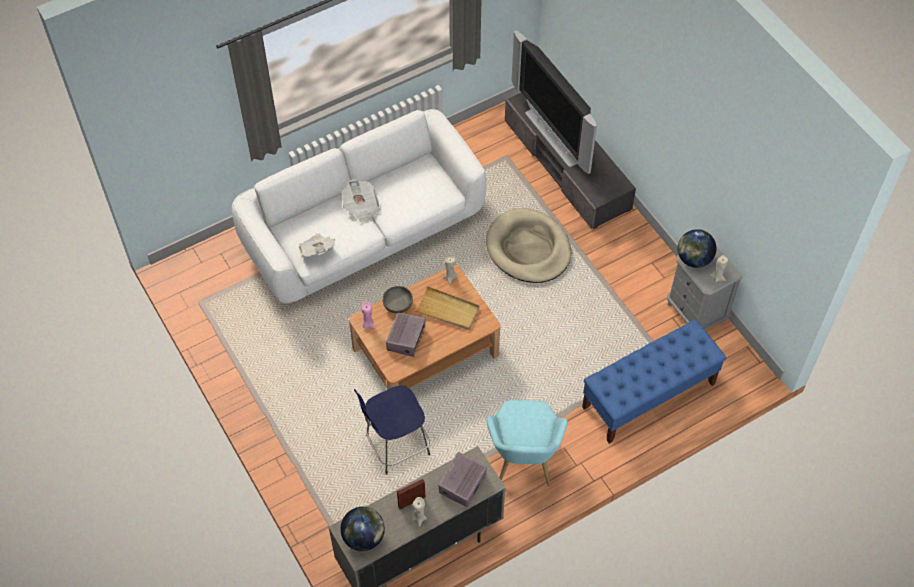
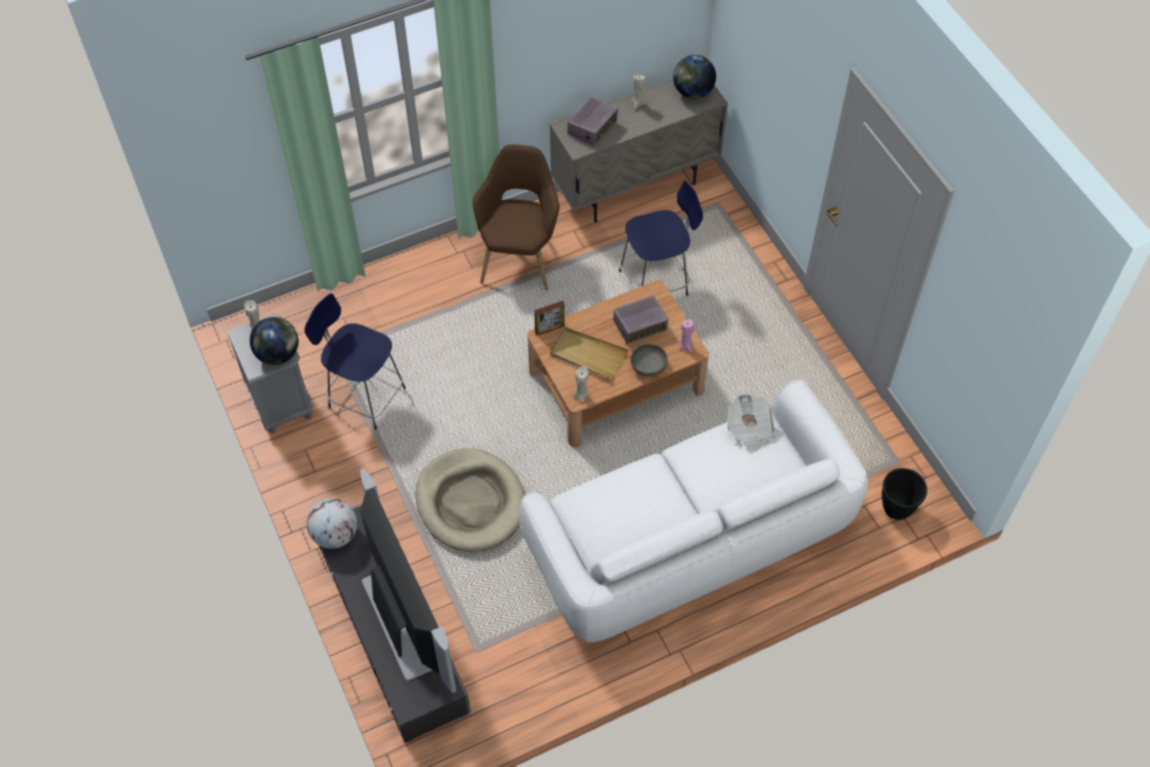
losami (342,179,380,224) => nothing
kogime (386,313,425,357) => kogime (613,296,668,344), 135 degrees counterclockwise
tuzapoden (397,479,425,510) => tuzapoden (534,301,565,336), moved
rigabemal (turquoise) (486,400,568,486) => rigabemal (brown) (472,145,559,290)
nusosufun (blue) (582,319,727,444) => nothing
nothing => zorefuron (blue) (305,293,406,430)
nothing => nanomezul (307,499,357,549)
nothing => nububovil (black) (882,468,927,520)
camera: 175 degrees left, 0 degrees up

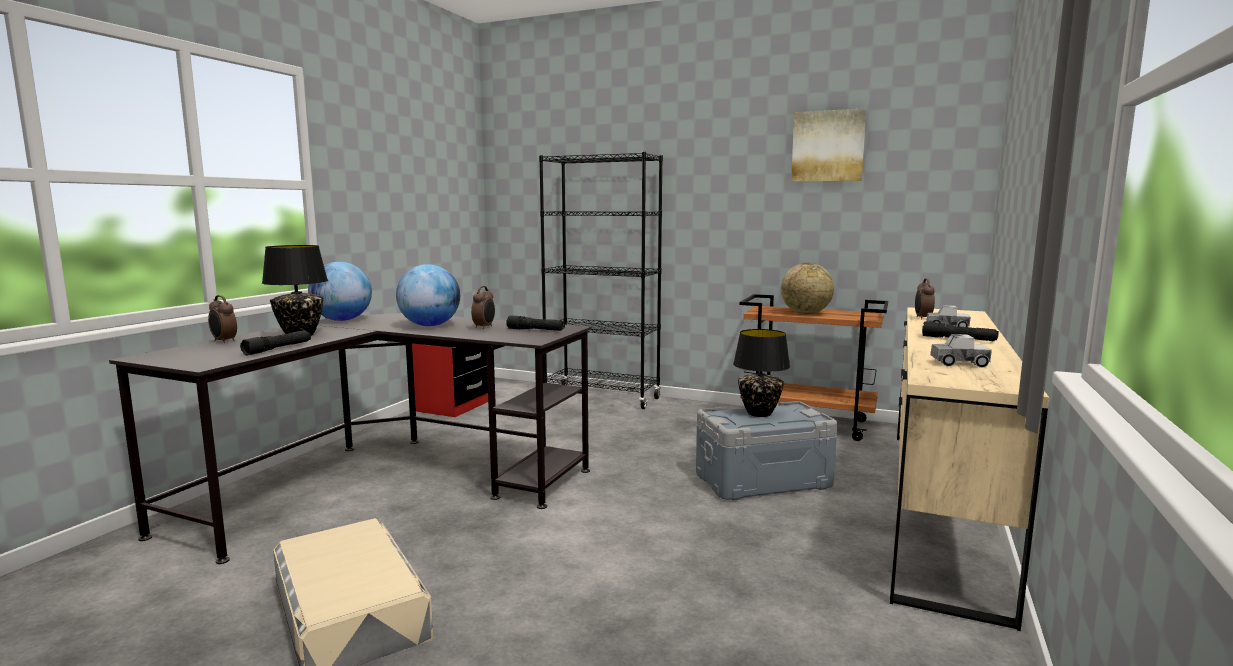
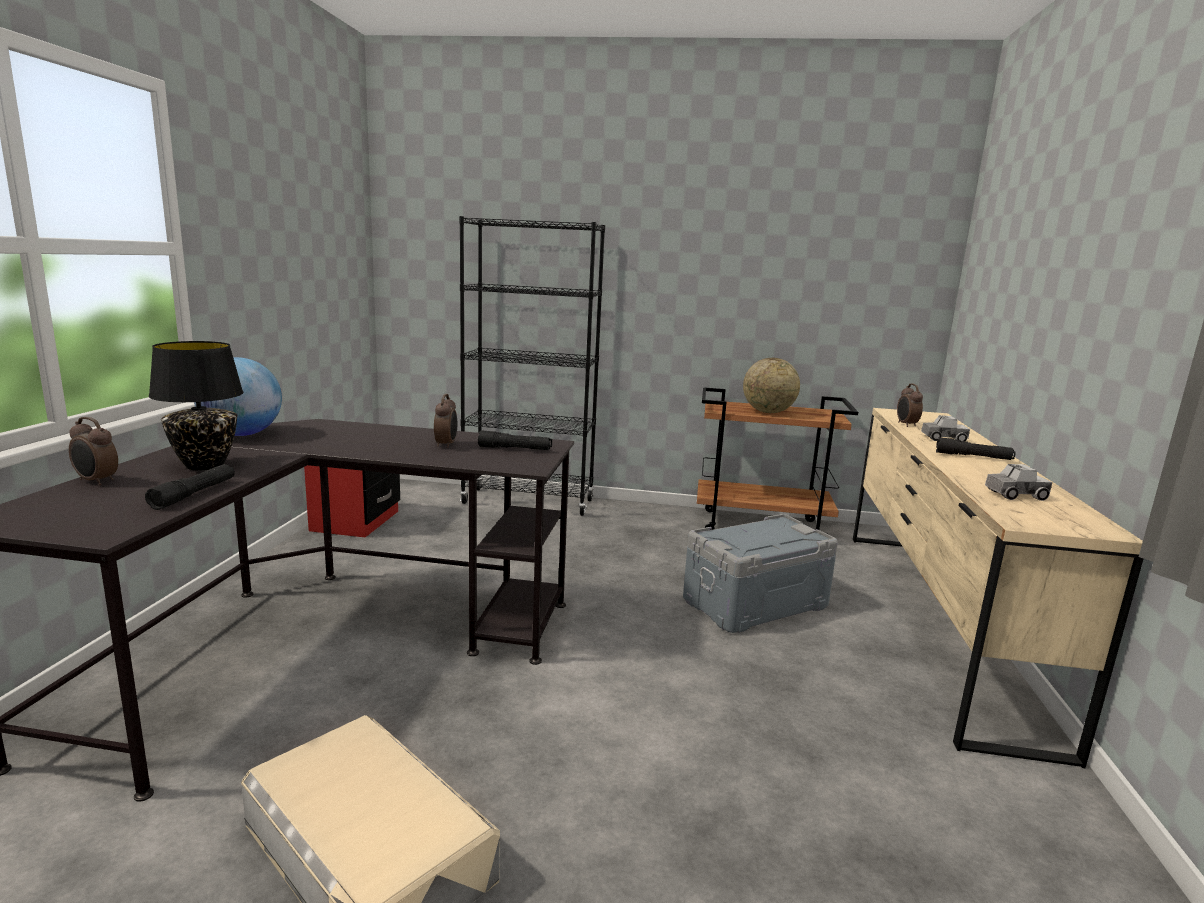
nanomezul (396,264,460,326) => nothing
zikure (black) (733,329,790,417) => nothing
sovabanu (791,108,867,182) => nothing
camera: 15 degrees left, 5 degrees up

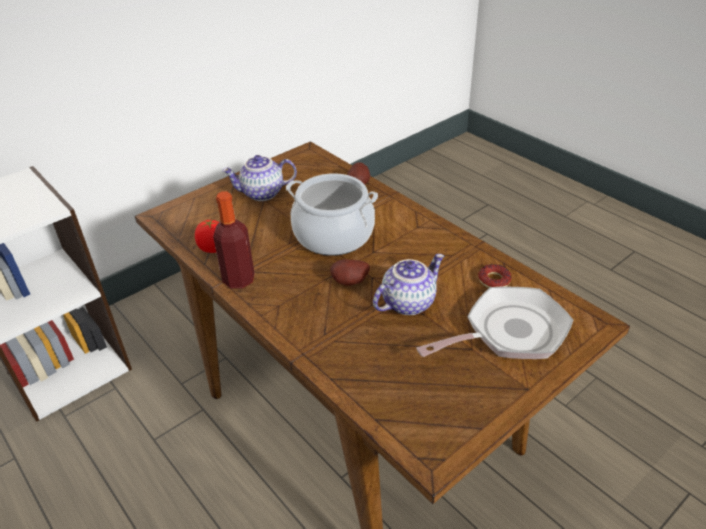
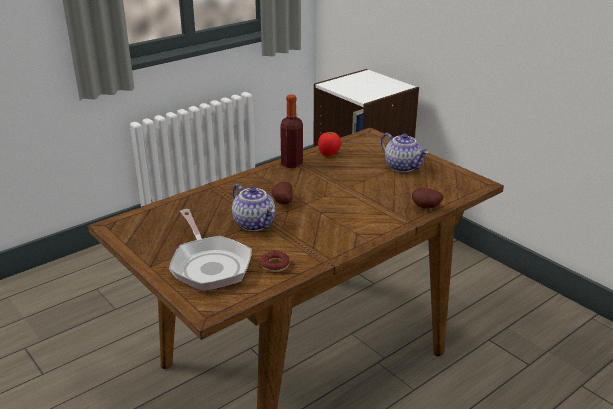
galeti (222,155,297,201) => galeti (381,133,429,172), 150 degrees clockwise
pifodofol (286,173,378,256) => nothing
camera: 90 degrees right, 10 degrees down

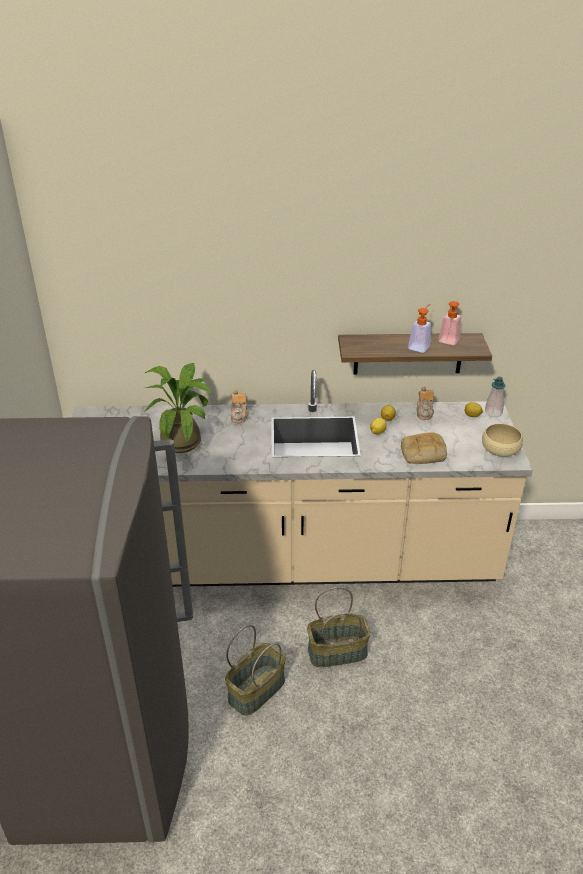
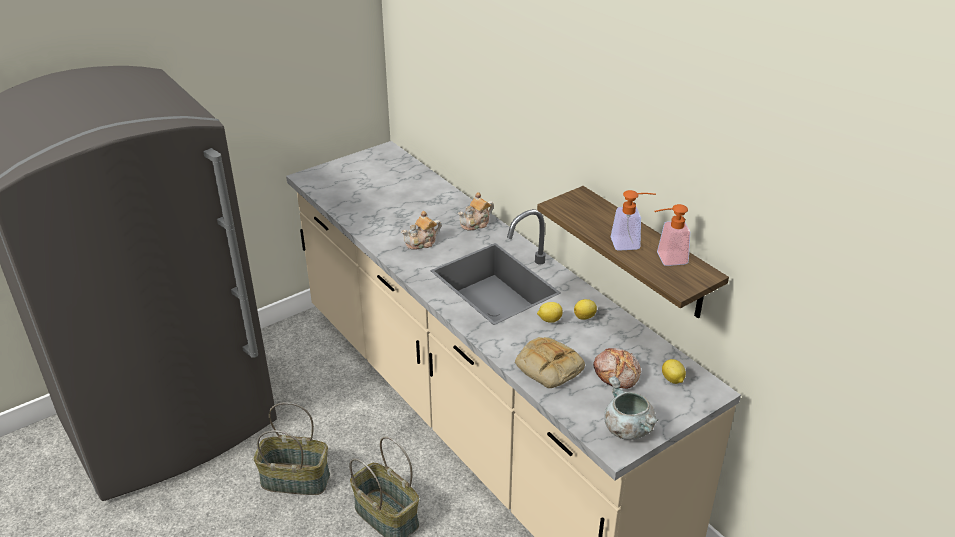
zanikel (144,363,212,453) => nothing
galeti (417,386,434,420) => galeti (401,211,441,250), moved
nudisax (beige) (482,423,523,457) => pifodofol (grey) (604,376,658,440)
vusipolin (485,377,505,417) => nothing
nothing => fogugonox (593,348,641,389)
camera: 55 degrees right, 0 degrees up

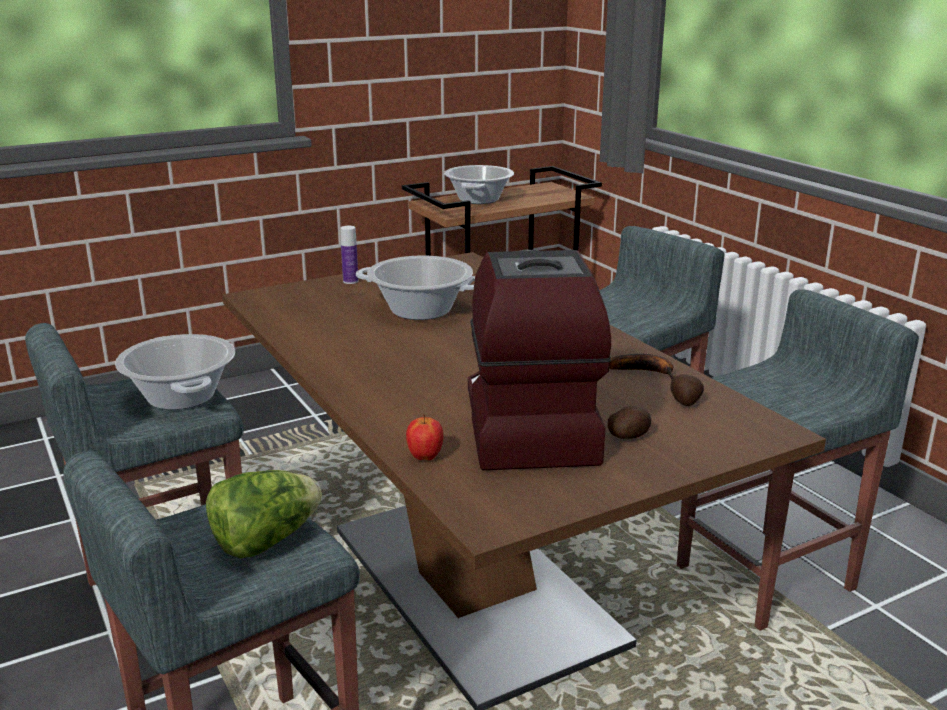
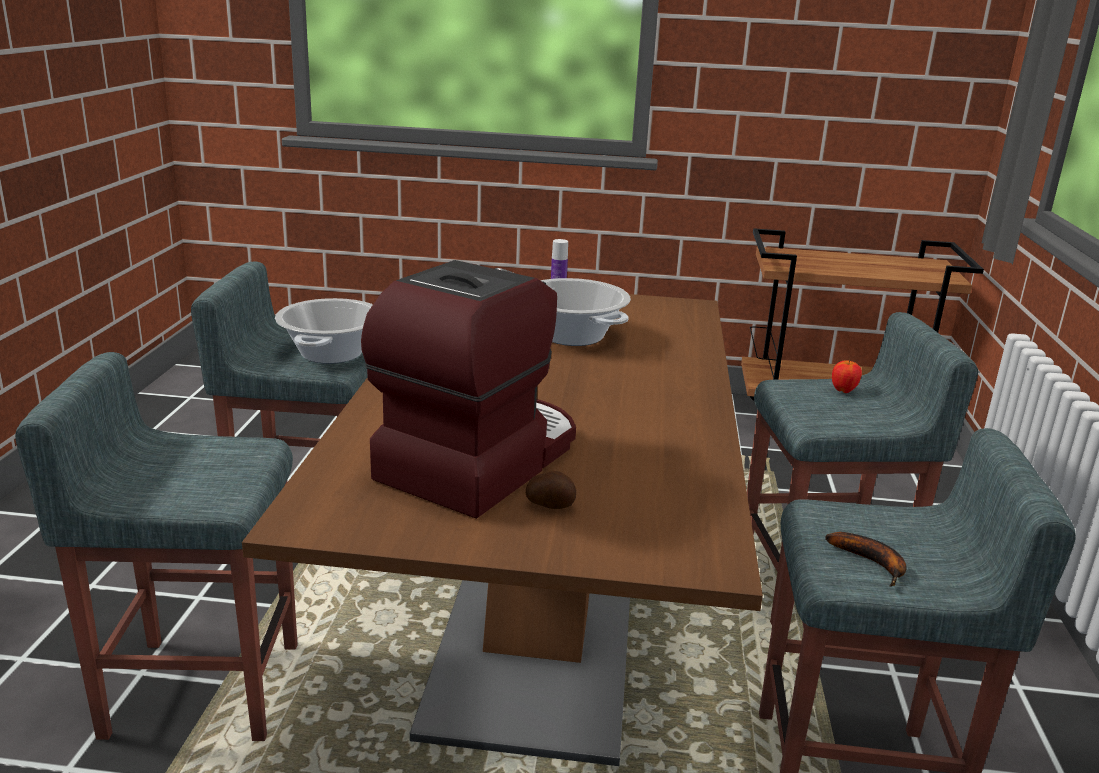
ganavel (206,470,322,559) => nothing
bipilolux (406,414,443,460) => bipilolux (832,358,862,393), moved
pifodofol (444,165,514,204) => nothing
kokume (609,354,675,381) => kokume (825,532,907,587), moved
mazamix (670,374,704,406) => nothing
camera: 35 degrees right, 0 degrees up

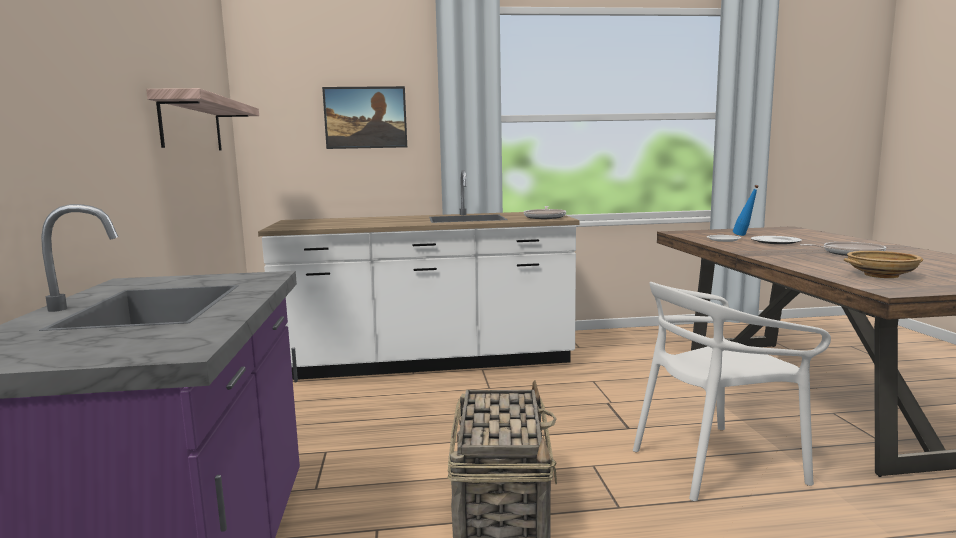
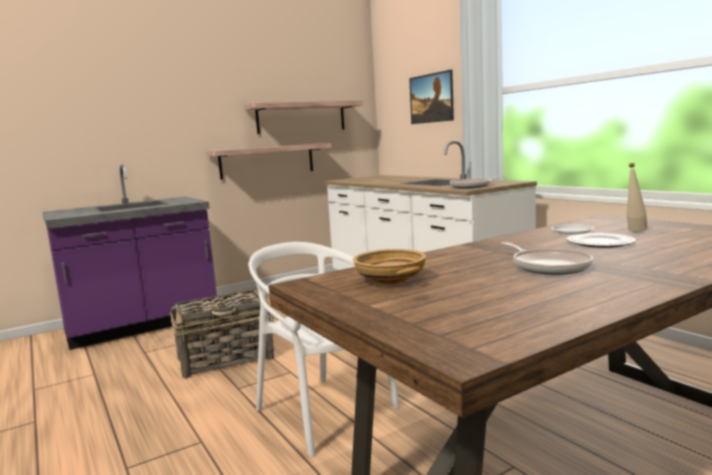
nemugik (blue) (733,185,759,236) => nemugik (beige) (627,163,647,232)
nothing => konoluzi (206,143,331,180)
camera: 65 degrees right, 0 degrees up

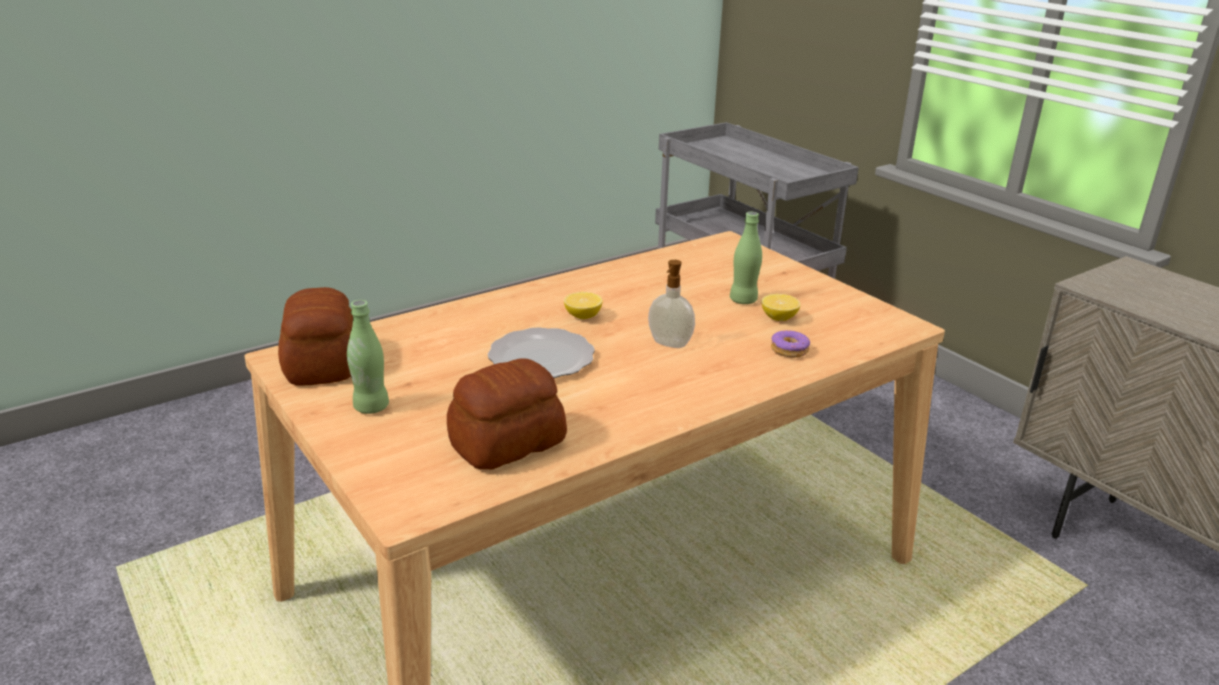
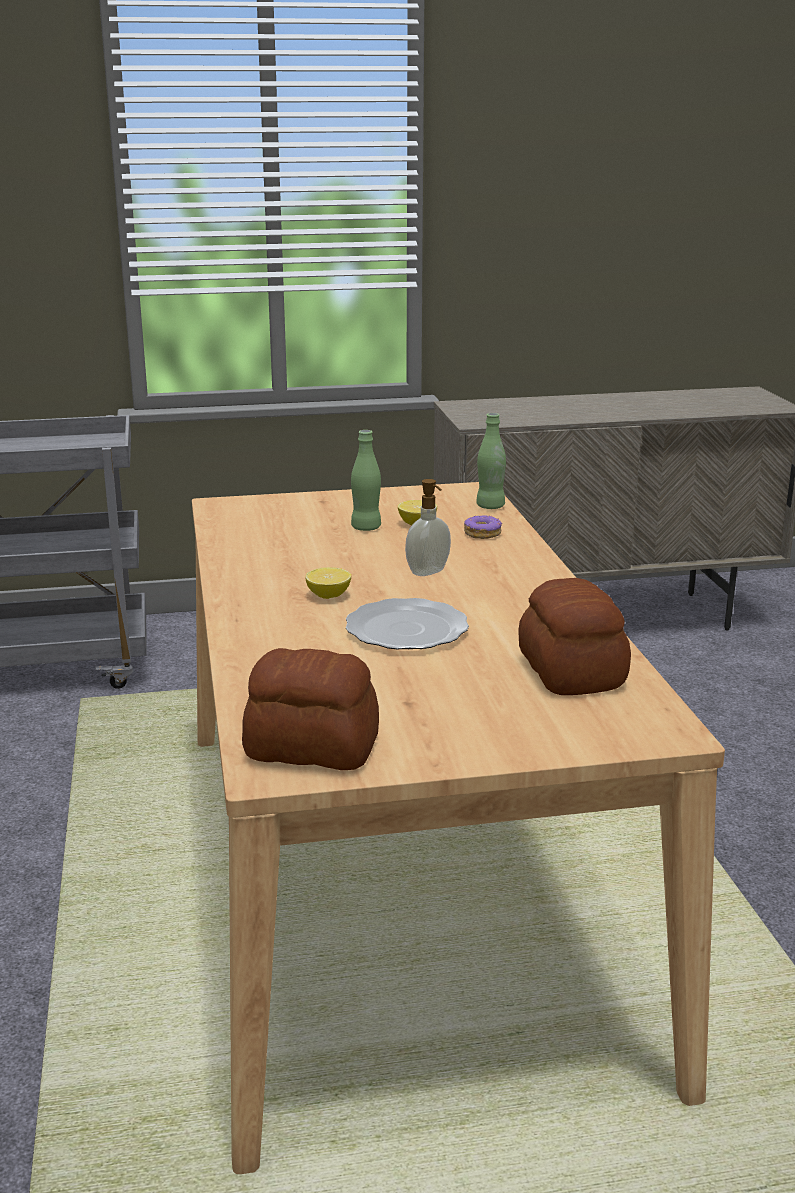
nemugik (green) (347,300,389,414) => nemugik (green) (476,413,506,509), moved
camera: 65 degrees left, 5 degrees down

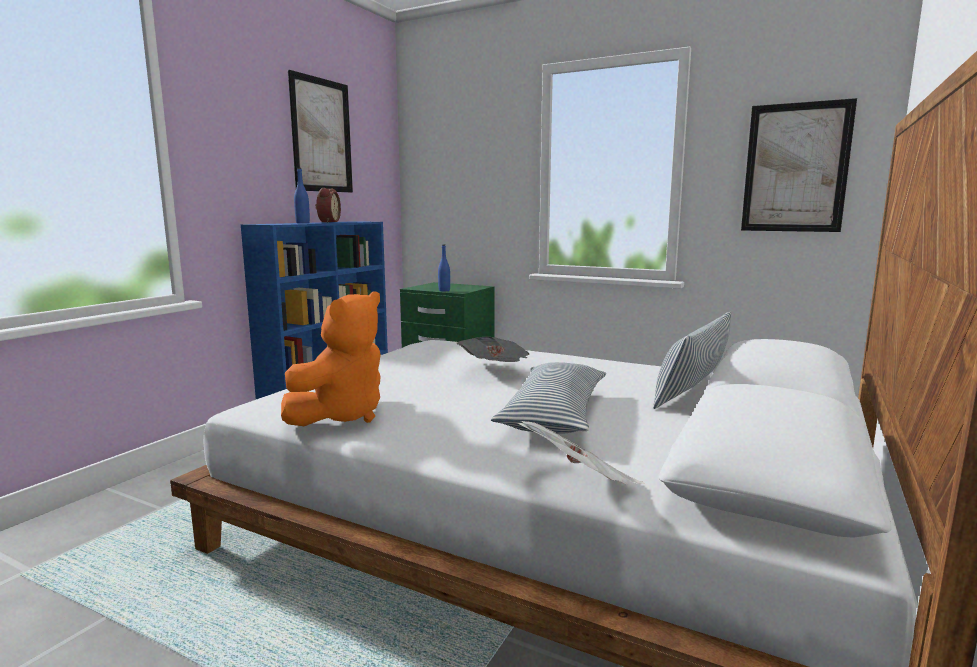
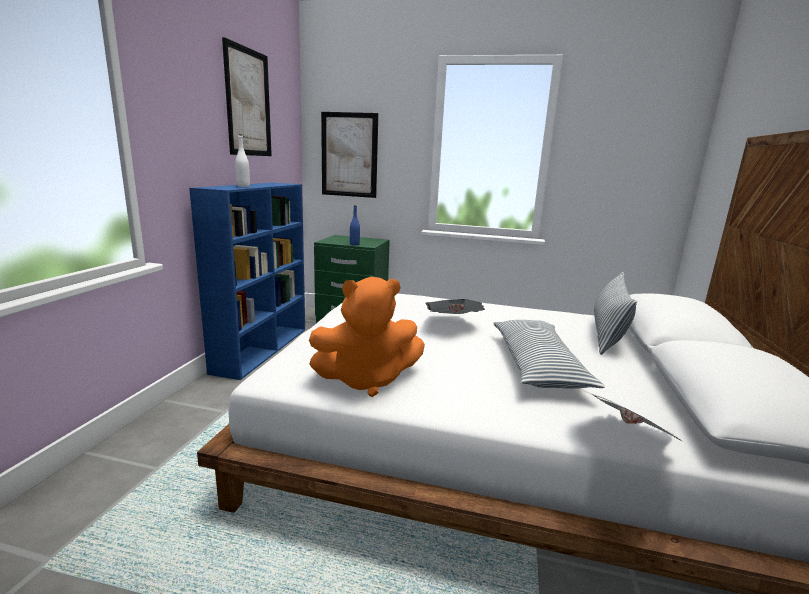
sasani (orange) (281,291,381,426) => sasani (orange) (309,277,425,397), 60 degrees clockwise
nemugik (blue) (294,168,310,223) => nemugik (white) (235,134,250,187)
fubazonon (315,188,341,222) => nothing
sovabanu (741,98,857,232) => sovabanu (321,112,378,198), moved
camera: 15 degrees left, 5 degrees up

